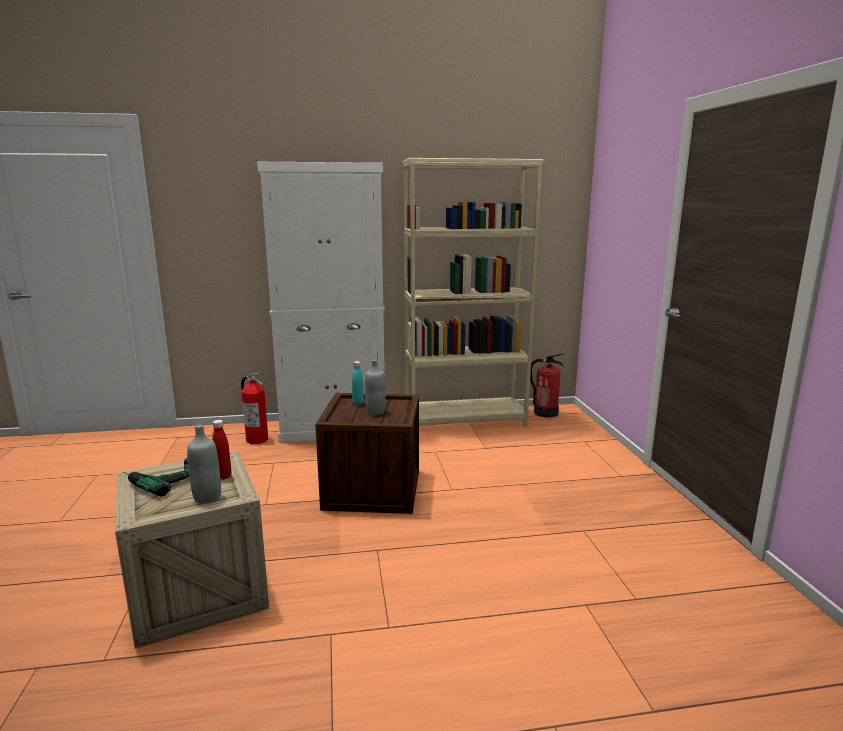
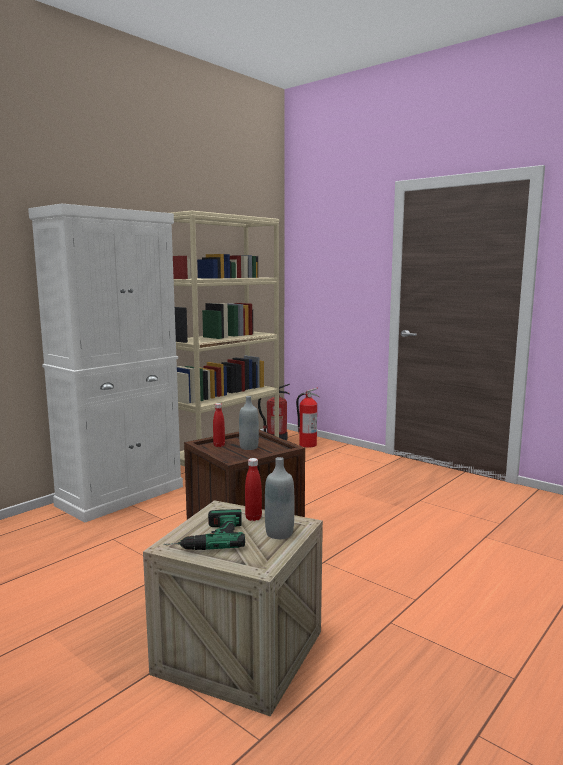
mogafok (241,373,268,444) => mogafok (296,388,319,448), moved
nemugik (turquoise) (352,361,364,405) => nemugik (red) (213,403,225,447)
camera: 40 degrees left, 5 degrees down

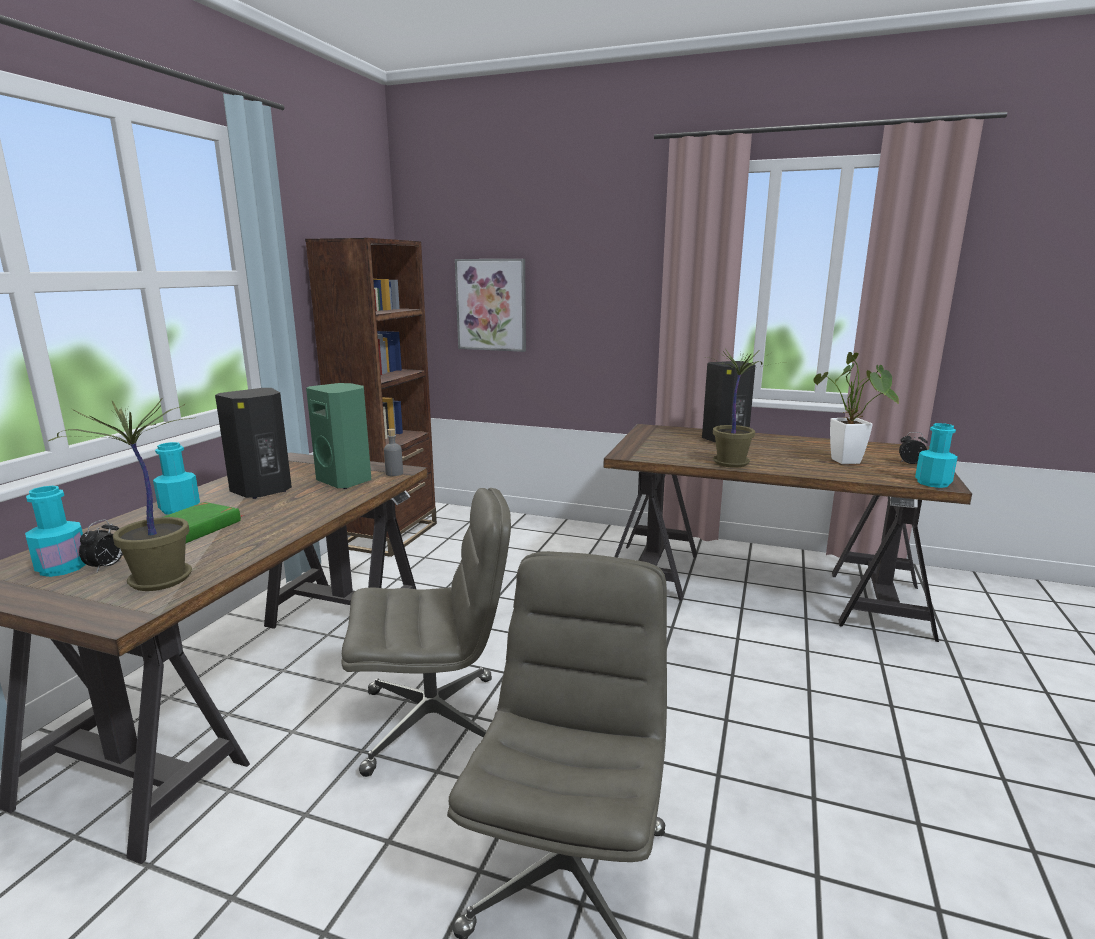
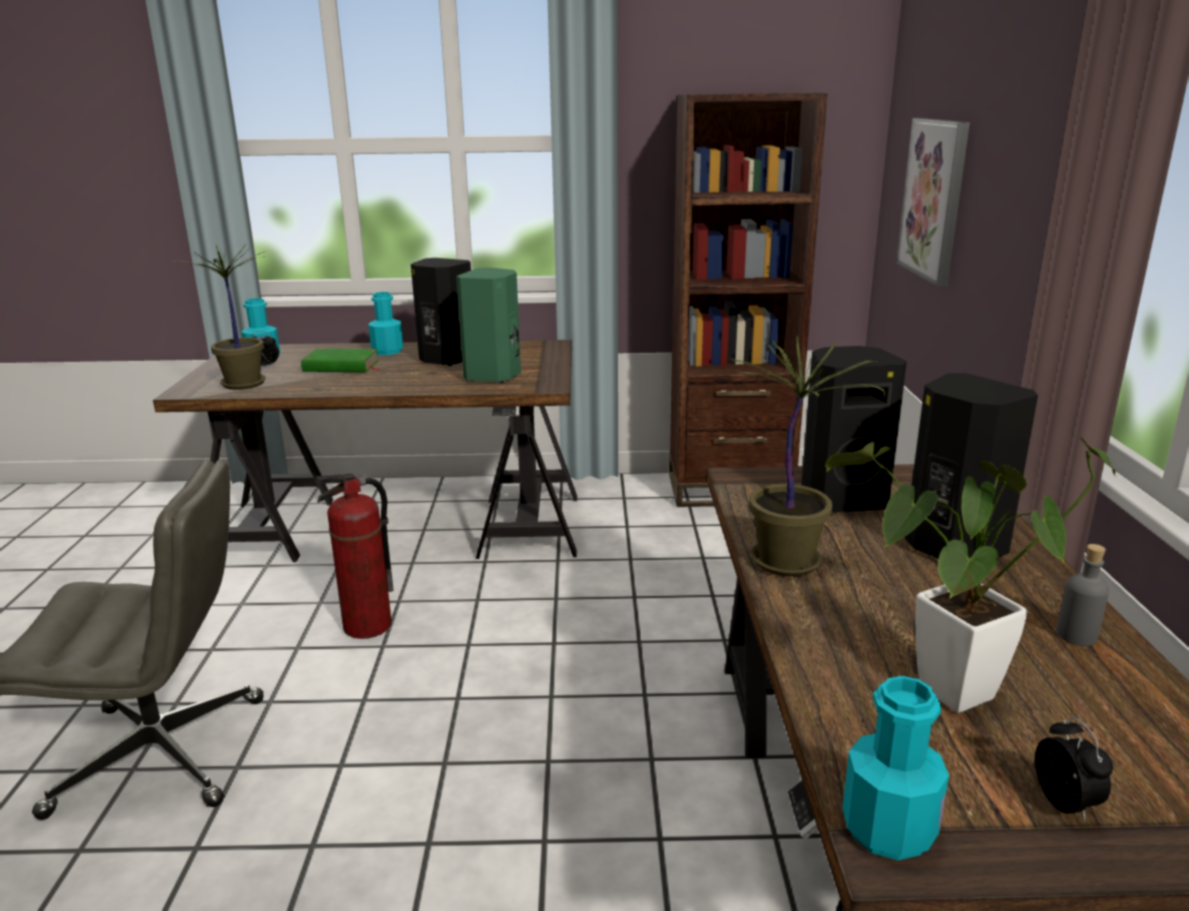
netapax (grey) (342,488,511,777) => mogafok (317,474,393,639)
nemugik (grey) (384,429,403,476) => nemugik (grey) (1056,544,1109,646), moved
nothing => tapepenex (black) (801,346,907,512)
camera: 70 degrees right, 5 degrees up

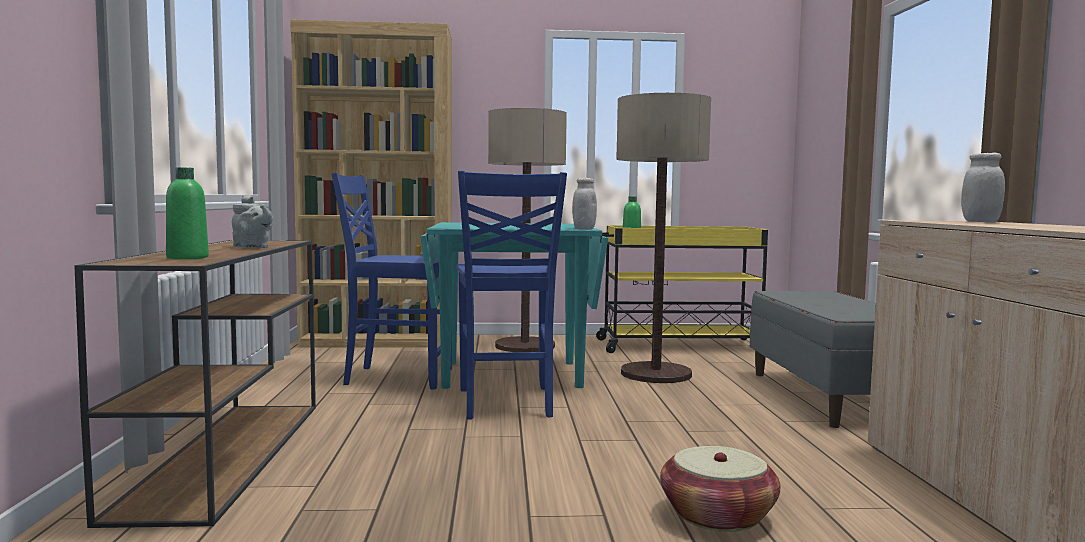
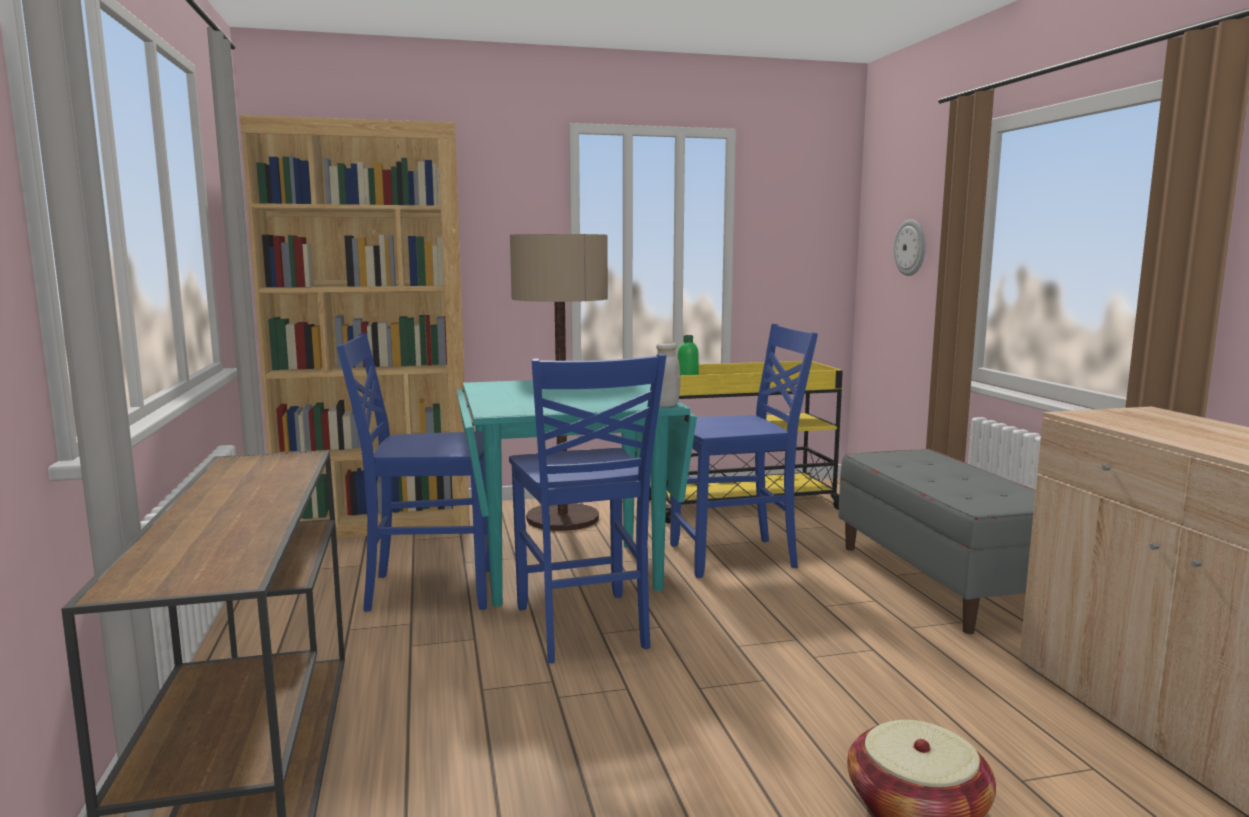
nemugik (green) (166,167,209,259) => nothing
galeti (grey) (232,195,273,248) => nothing
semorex (616,93,711,383) => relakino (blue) (670,324,818,578)
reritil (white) (961,153,1005,222) => nothing
nothing => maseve (894,219,926,276)
camera: 10 degrees left, 5 degrees up

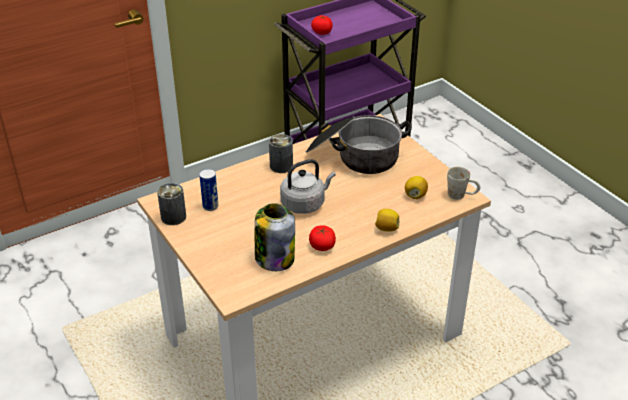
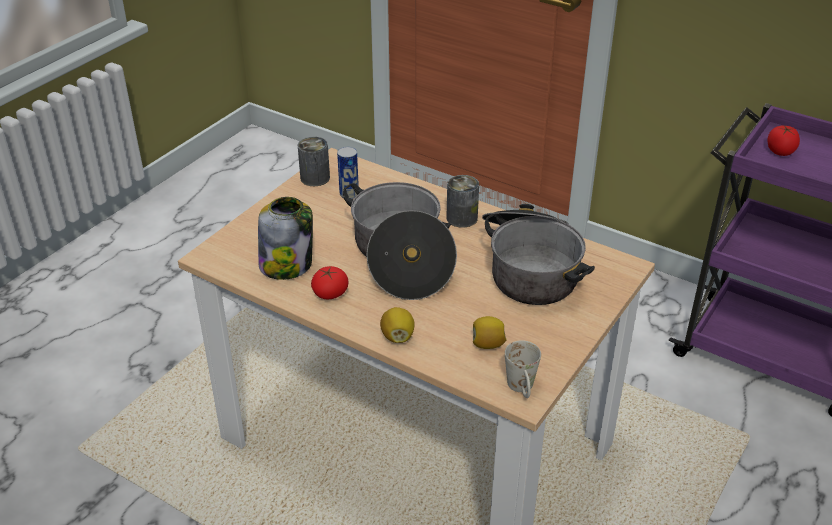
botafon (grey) (280,159,335,214) => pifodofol (343,182,457,300)
camera: 65 degrees right, 0 degrees up

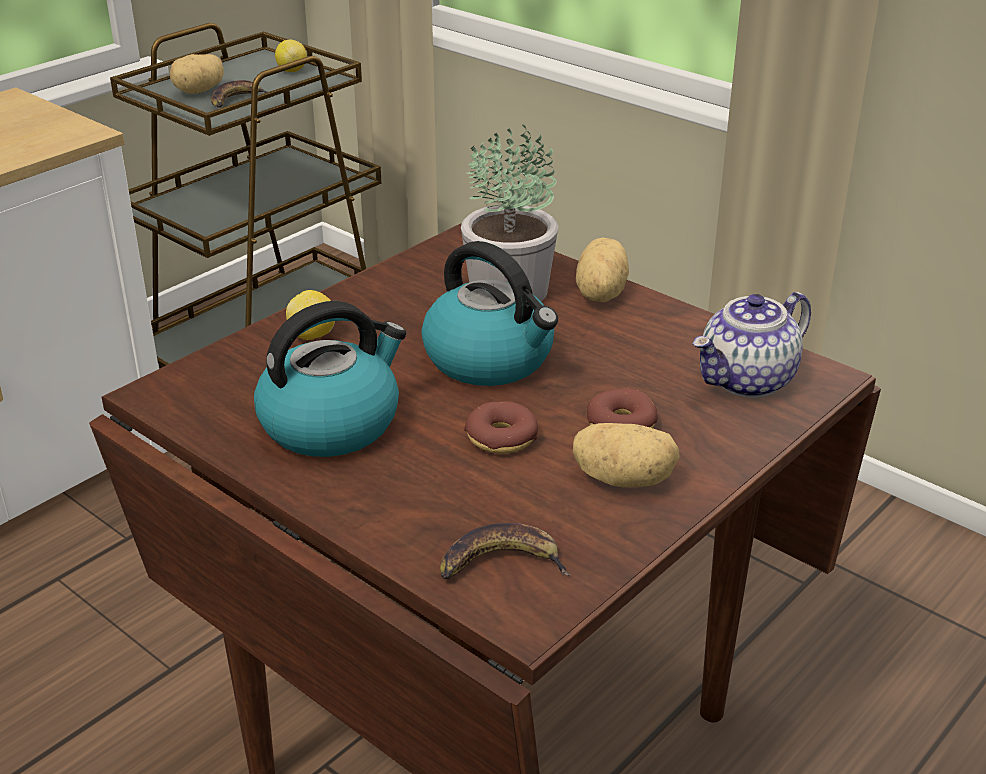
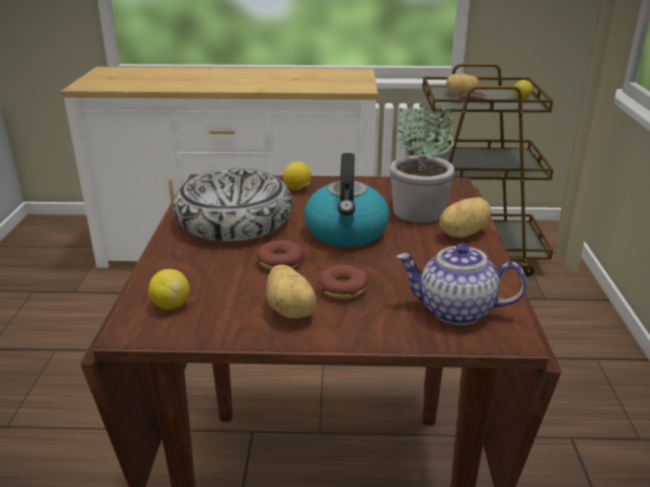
botafon (254,301,406,457) => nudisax (173,169,292,241)
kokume (440,523,570,579) => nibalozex (148,269,190,310)
camera: 50 degrees right, 5 degrees down

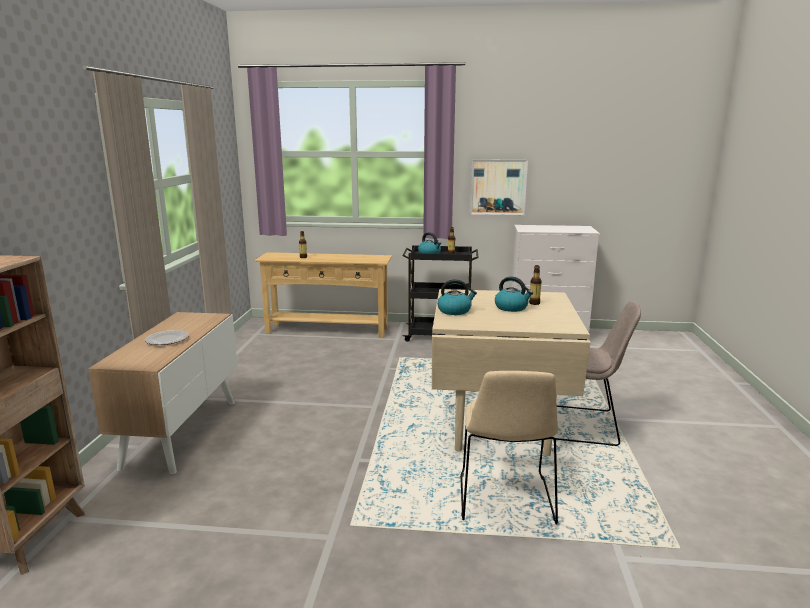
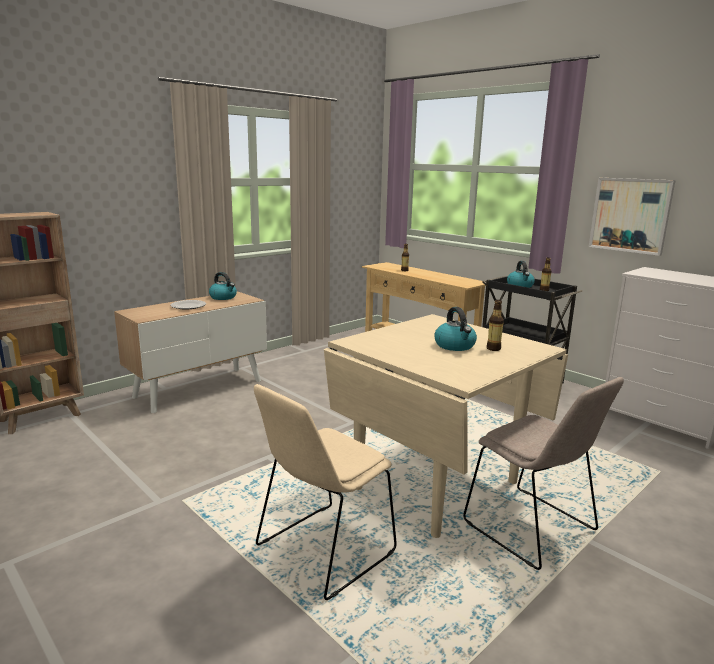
botafon (437,279,477,315) => botafon (209,272,237,300), moved
camera: 40 degrees right, 0 degrees up

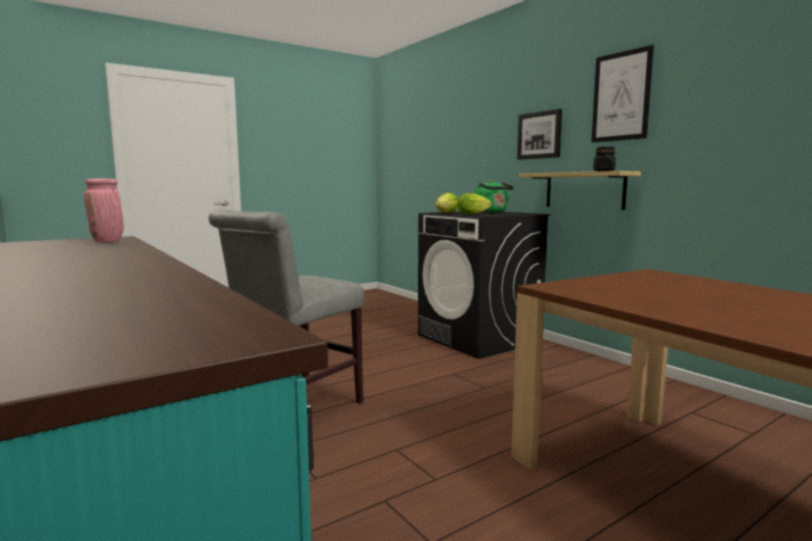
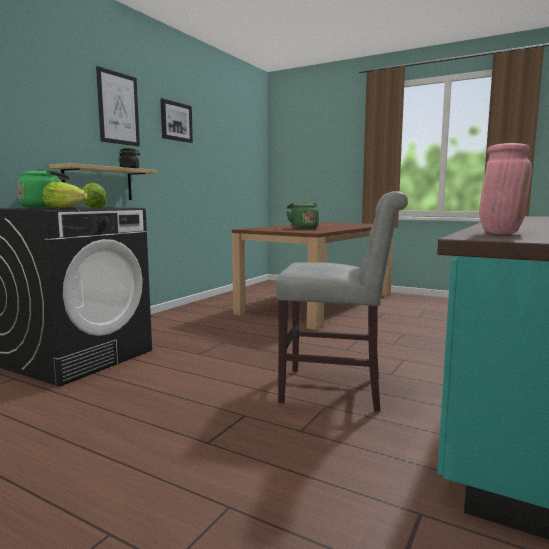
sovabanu (517,109,562,160) => sovabanu (161,98,193,143), moved
nothing => botafon (green) (286,201,319,229)
camera: 115 degrees left, 0 degrees up

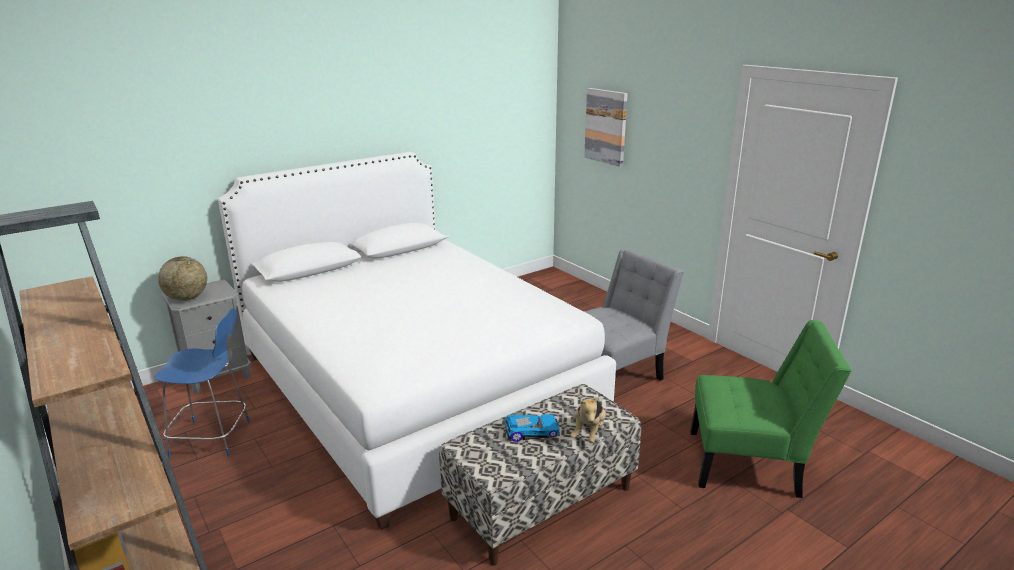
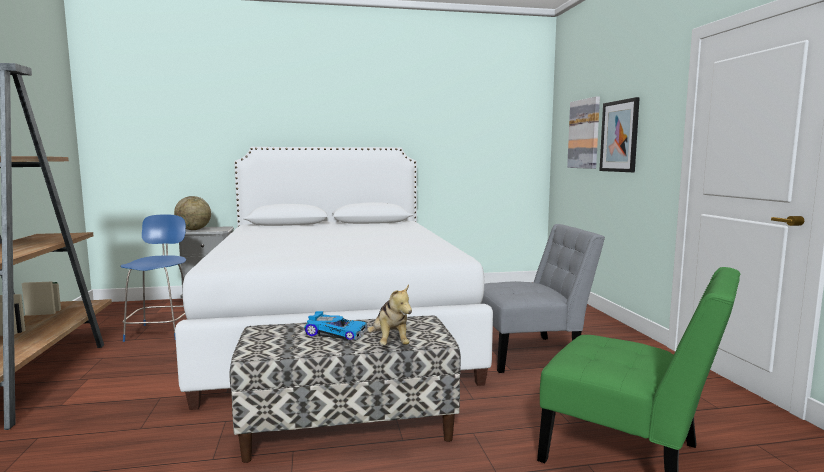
relakino (blue) (155,308,250,458) => relakino (blue) (121,215,186,342), 120 degrees counterclockwise
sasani (571,397,606,443) => sasani (367,284,412,345), 60 degrees counterclockwise
nothing => sovabanu (599,97,640,172)
camera: 25 degrees right, 15 degrees down

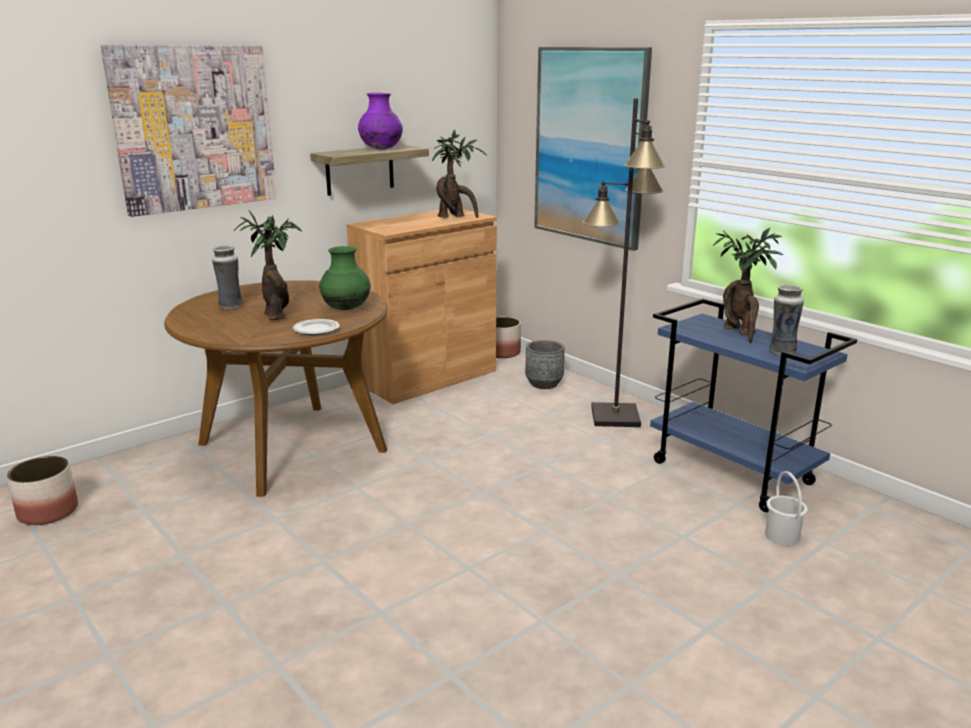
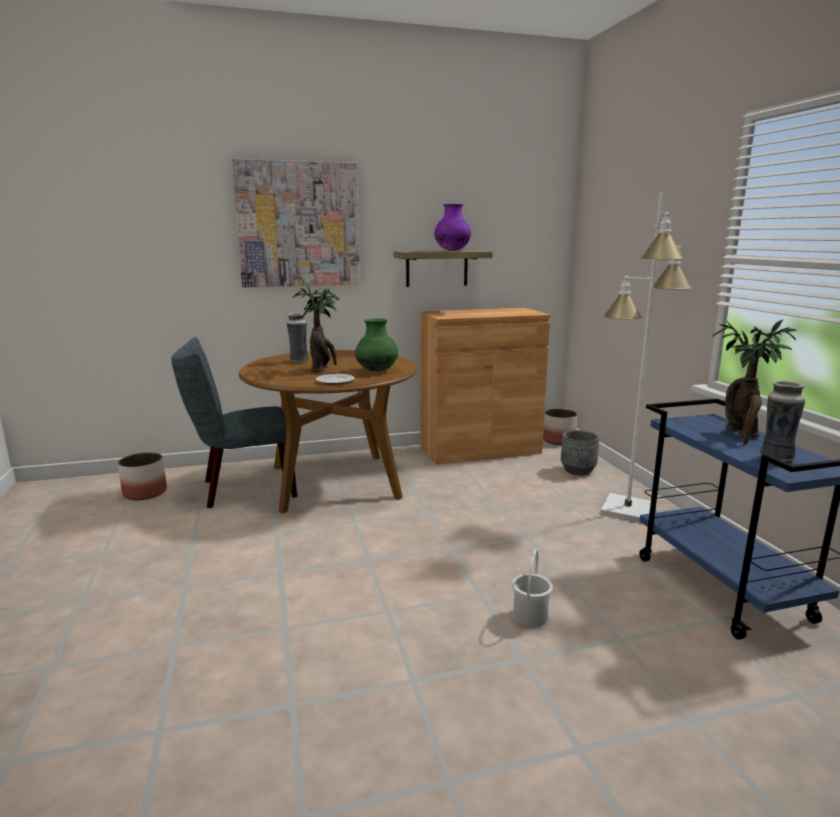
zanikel (432,129,487,218) => nothing
sovabanu (534,47,652,251) => nothing
semorex (black) (583,98,665,427) => semorex (white) (600,193,692,523)
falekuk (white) (765,471,808,546) => falekuk (white) (512,549,553,627), moved
nothing => relakino (grey) (171,337,297,508)
camera: 25 degrees right, 5 degrees down

